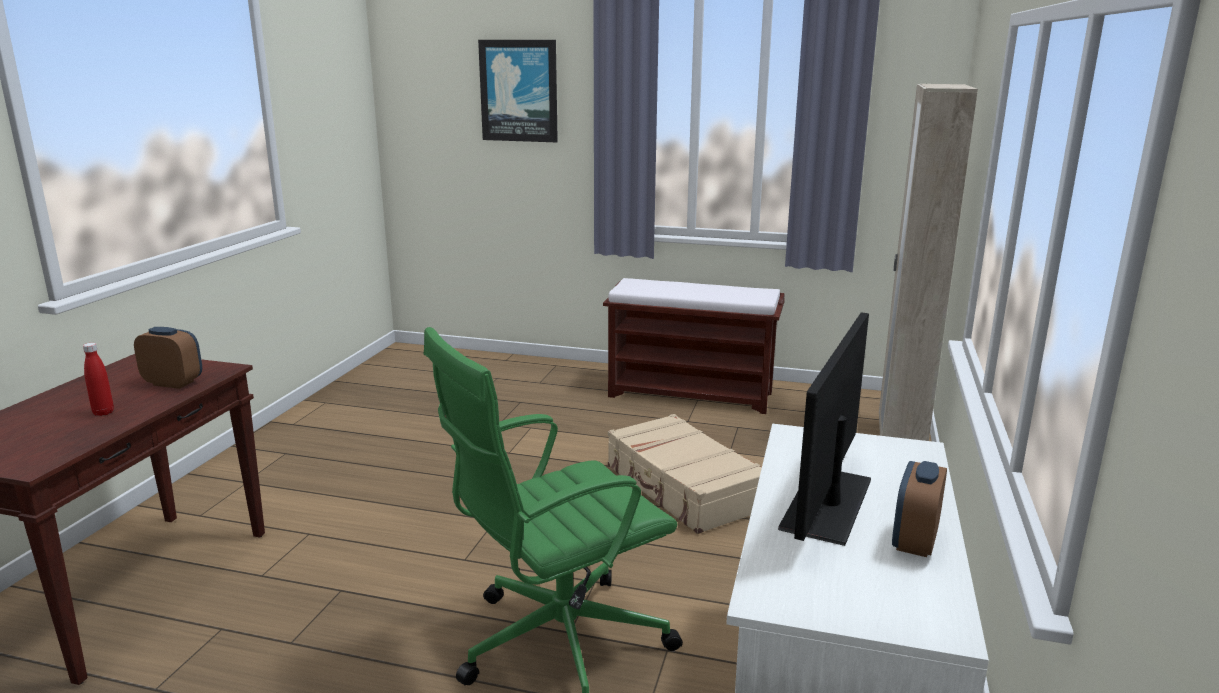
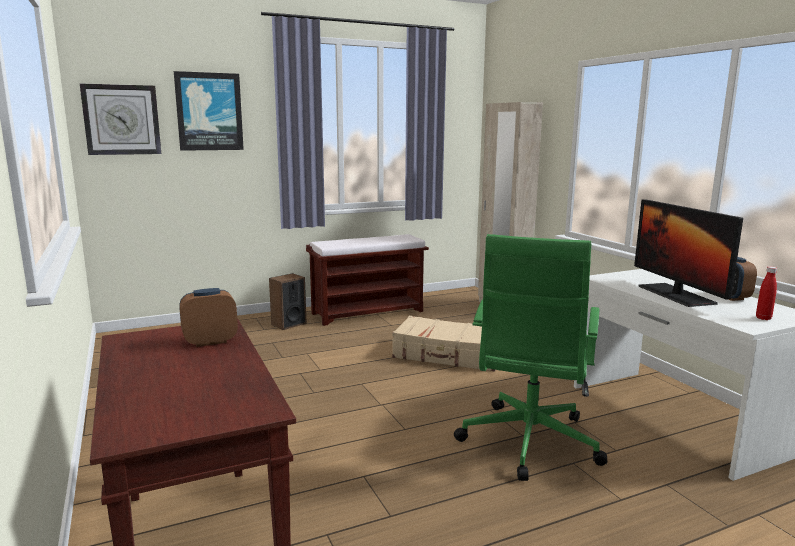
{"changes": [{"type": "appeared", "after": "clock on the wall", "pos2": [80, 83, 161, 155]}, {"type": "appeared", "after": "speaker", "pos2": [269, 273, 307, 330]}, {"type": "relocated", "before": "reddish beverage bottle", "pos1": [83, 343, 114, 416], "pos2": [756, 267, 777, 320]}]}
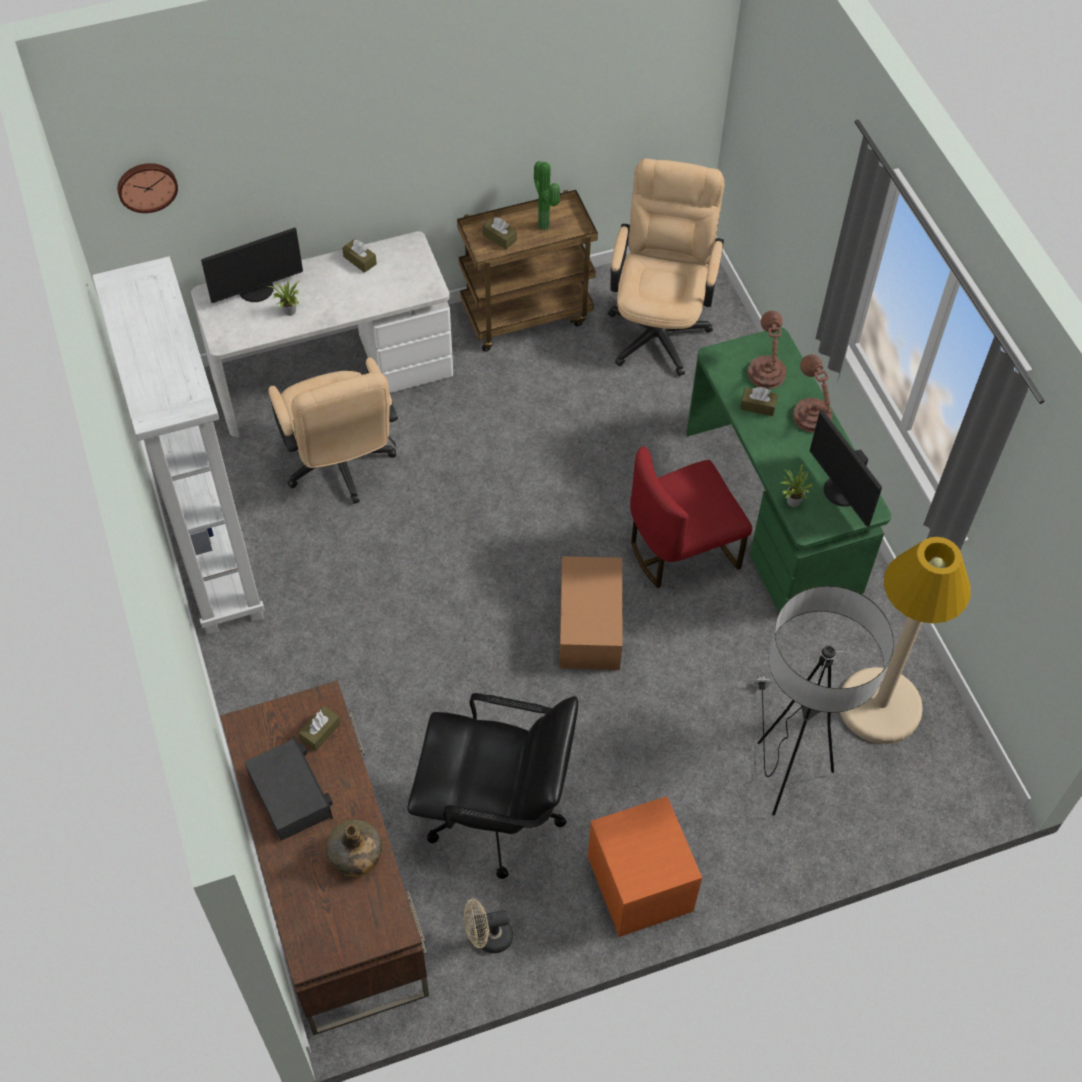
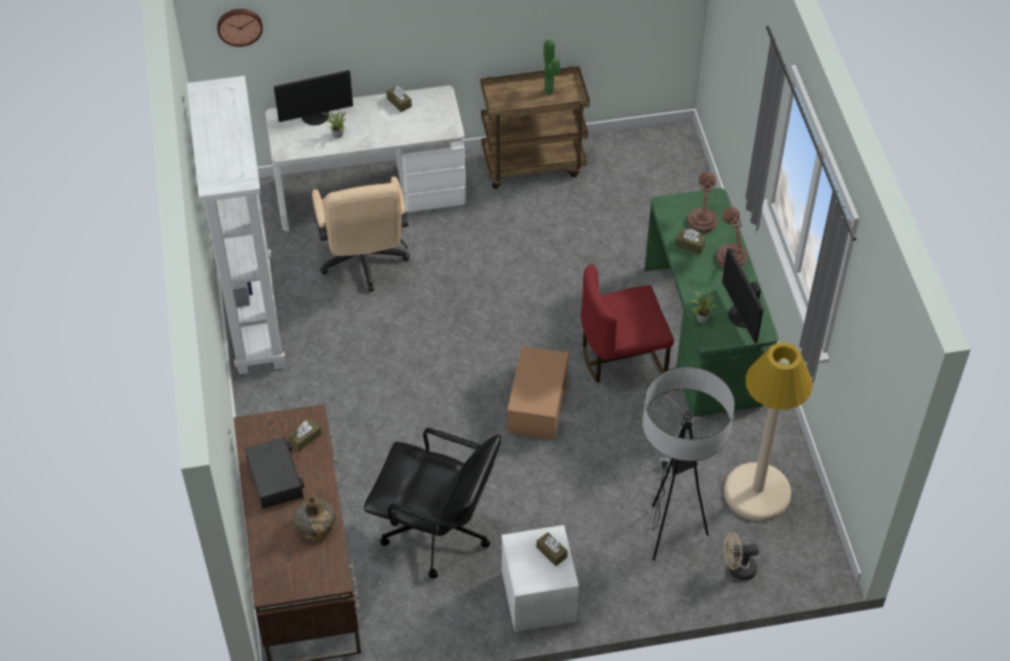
{"changes": [{"type": "colour", "before": "orange-coloured bedside table", "after": "white bedside table", "pos1": [588, 796, 702, 937], "pos2": [501, 525, 579, 632]}, {"type": "relocated", "before": "brown box of tissues", "pos1": [483, 217, 517, 250], "pos2": [536, 532, 568, 566]}, {"type": "relocated", "before": "beige electric fan", "pos1": [464, 899, 513, 953], "pos2": [724, 532, 759, 580]}, {"type": "missing", "before": "beige office chair", "pos1": [608, 158, 725, 376]}]}
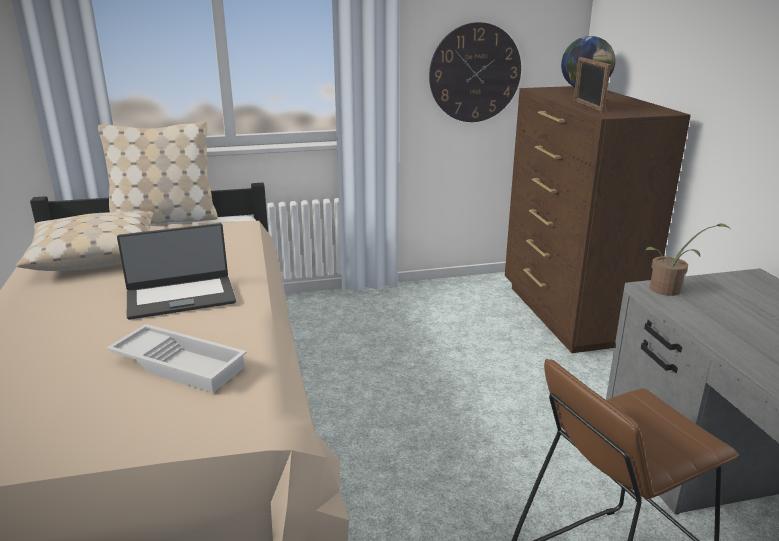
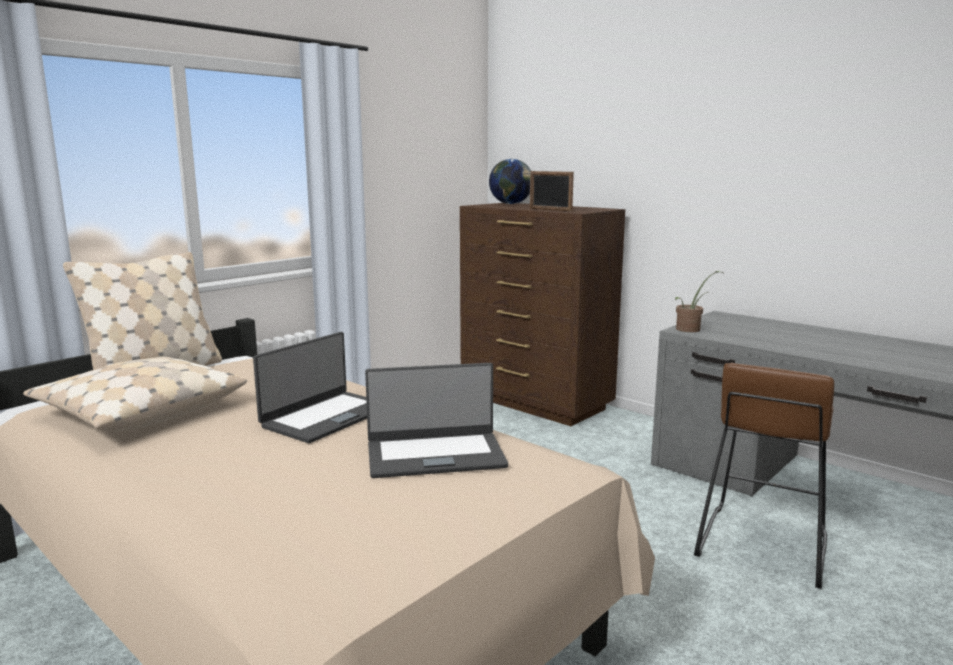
{"changes": [{"type": "exchanged", "before": "white serving tray", "after": "notebook computer", "pos1": [106, 324, 247, 393], "pos2": [365, 363, 508, 478]}, {"type": "missing", "before": "clock on the wall", "pos1": [429, 22, 521, 122]}]}
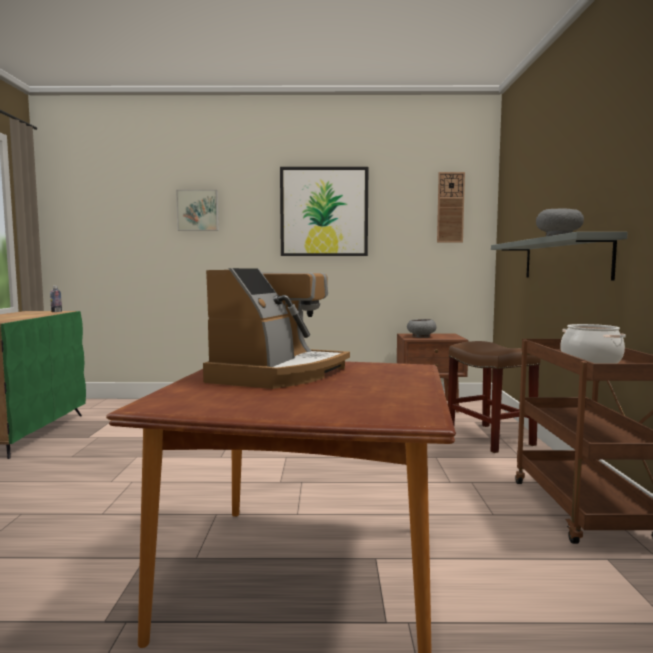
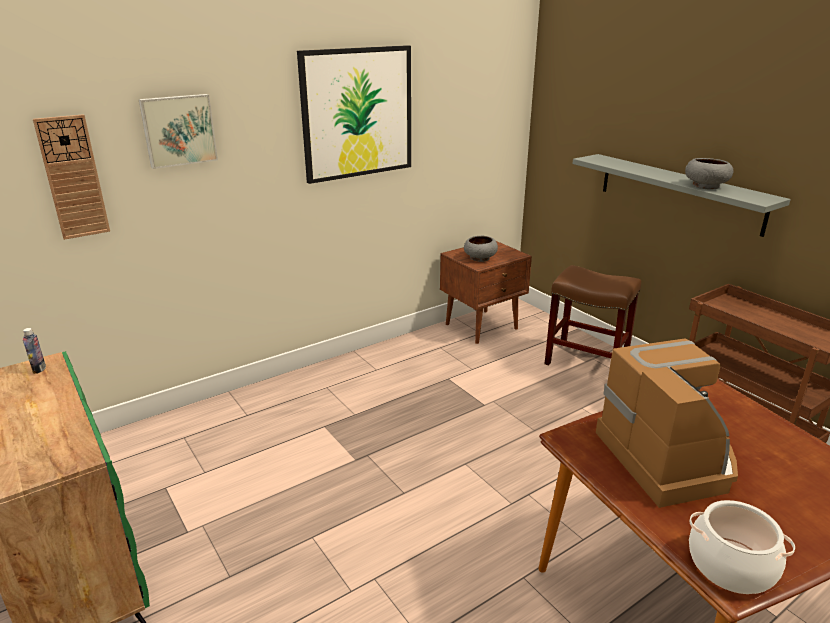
{"changes": [{"type": "relocated", "before": "clock on the wall", "pos1": [437, 172, 465, 242], "pos2": [33, 114, 110, 240]}, {"type": "relocated", "before": "saucepot", "pos1": [561, 324, 626, 363], "pos2": [689, 500, 795, 594]}]}
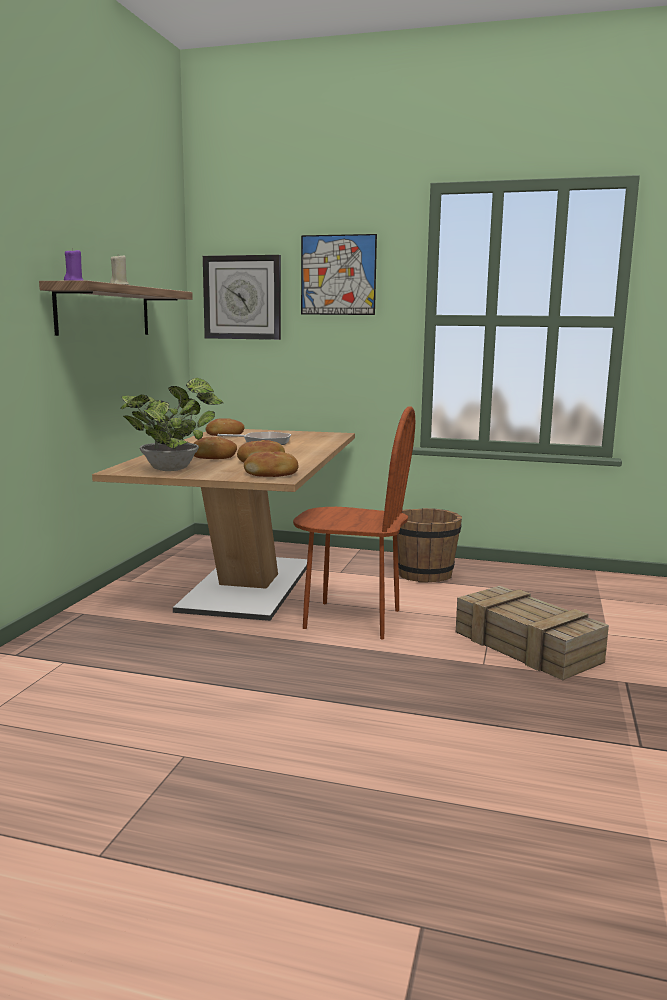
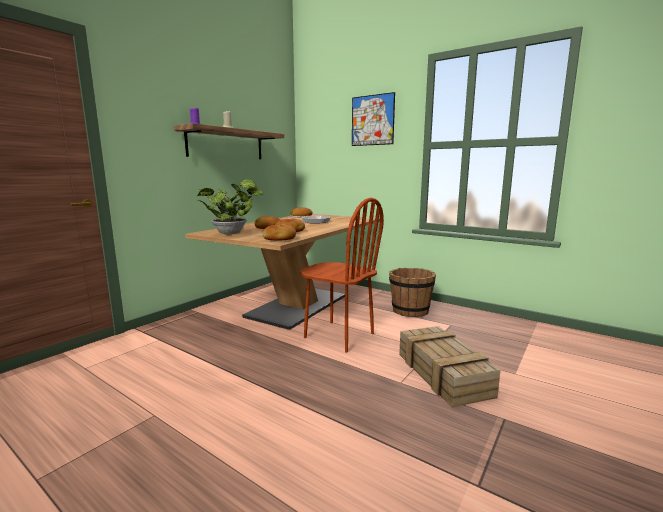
{"changes": [{"type": "missing", "before": "clock on the wall", "pos1": [203, 255, 281, 340]}]}
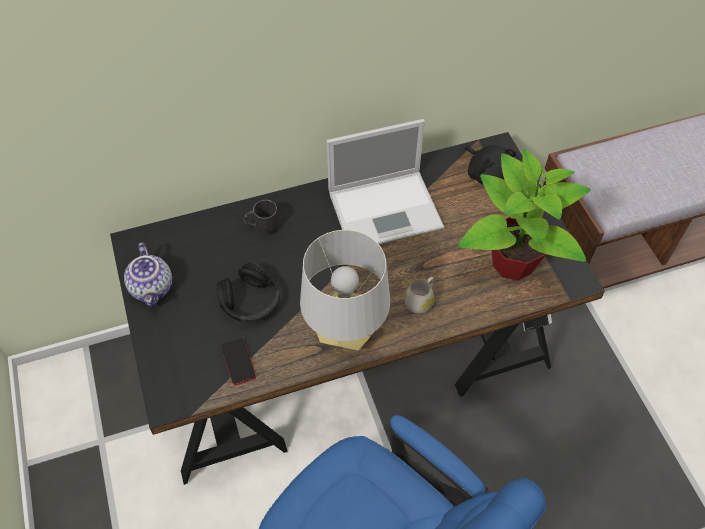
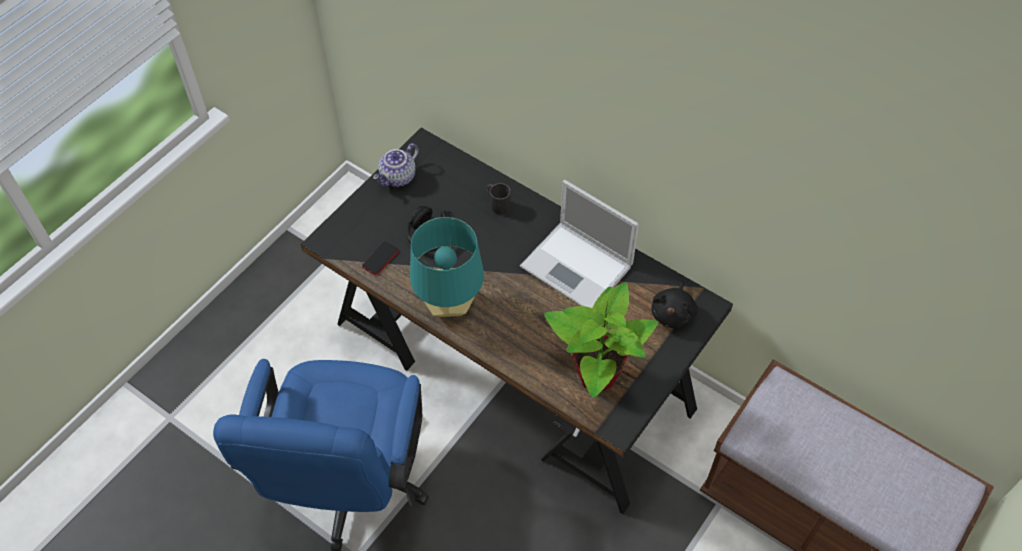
{"changes": [{"type": "colour", "before": "grey table lamp", "after": "turquoise-coloured table lamp", "pos1": [300, 230, 390, 350], "pos2": [410, 217, 484, 317]}, {"type": "missing", "before": "white mug", "pos1": [404, 277, 435, 314]}]}
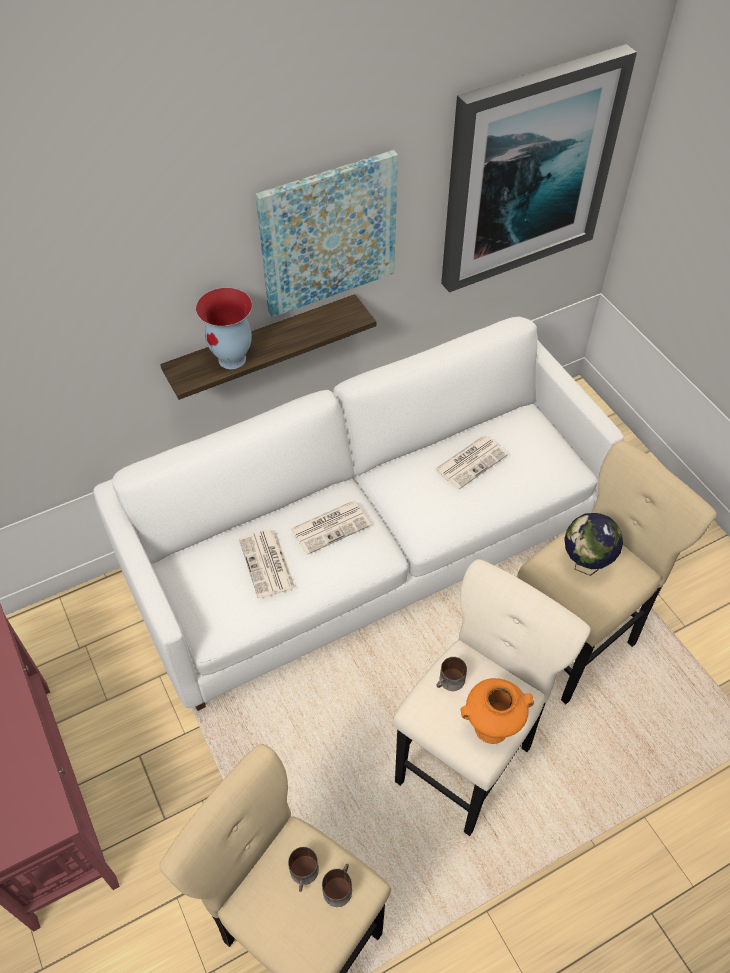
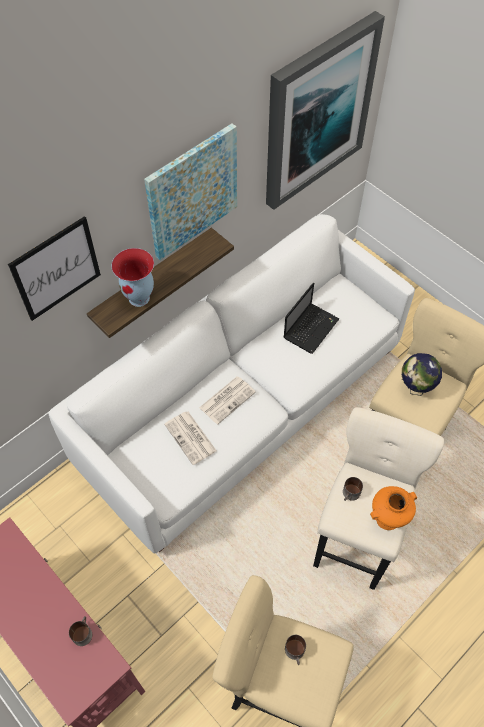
{"changes": [{"type": "appeared", "after": "picture", "pos2": [8, 216, 101, 321]}, {"type": "relocated", "before": "mug", "pos1": [322, 864, 352, 907], "pos2": [69, 616, 92, 646]}, {"type": "exchanged", "before": "daily paper", "after": "notebook computer", "pos1": [435, 436, 508, 490], "pos2": [284, 283, 339, 354]}]}
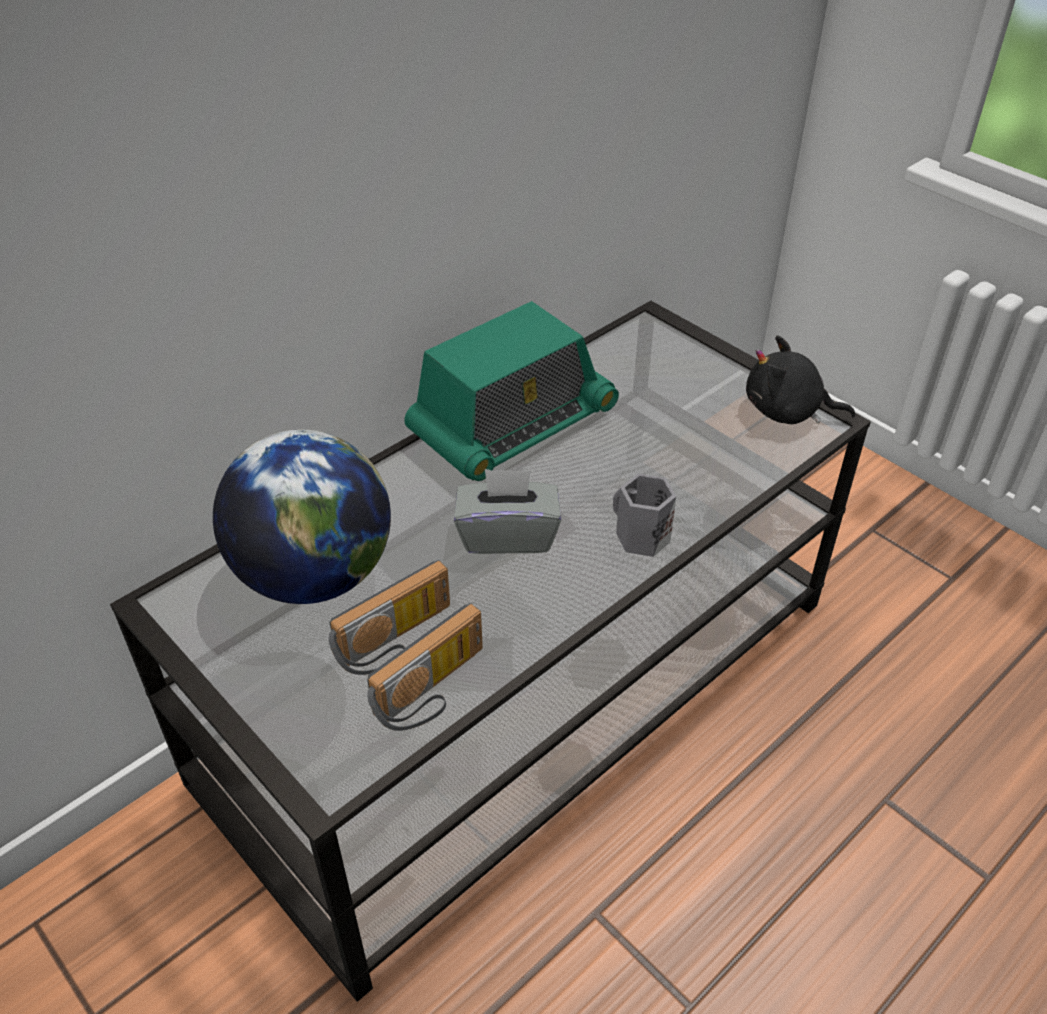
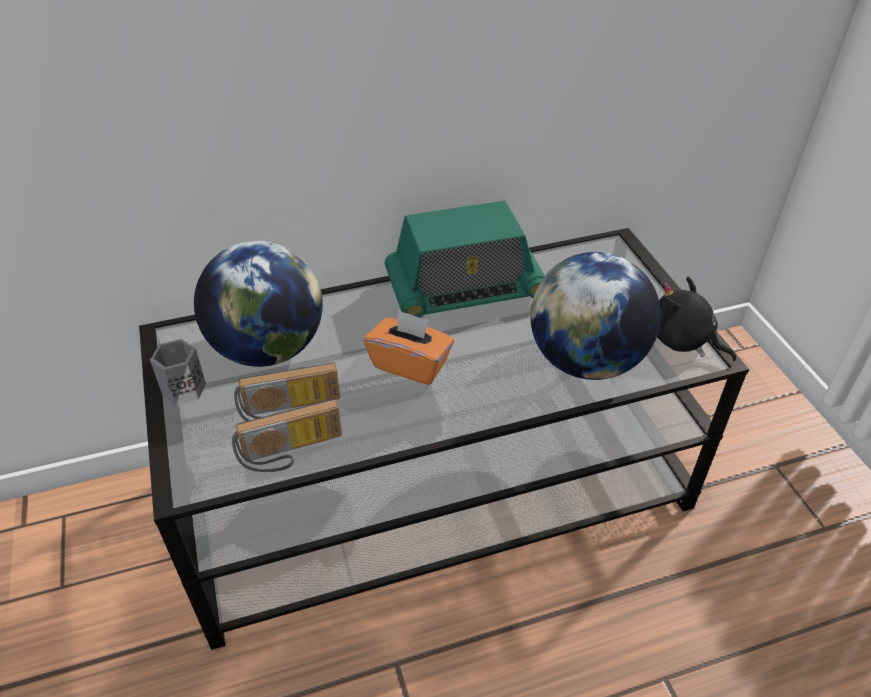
{"changes": [{"type": "relocated", "before": "grey mug", "pos1": [613, 474, 677, 557], "pos2": [150, 339, 206, 405]}, {"type": "colour", "before": "grey box of tissues", "after": "orange-coloured box of tissues", "pos1": [454, 469, 561, 554], "pos2": [364, 309, 454, 385]}, {"type": "appeared", "after": "desk globe", "pos2": [530, 252, 661, 380]}]}
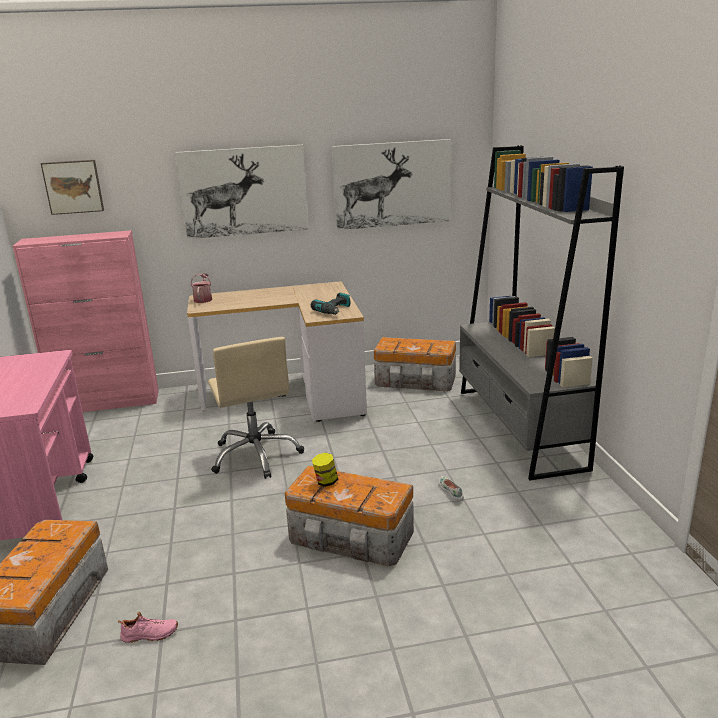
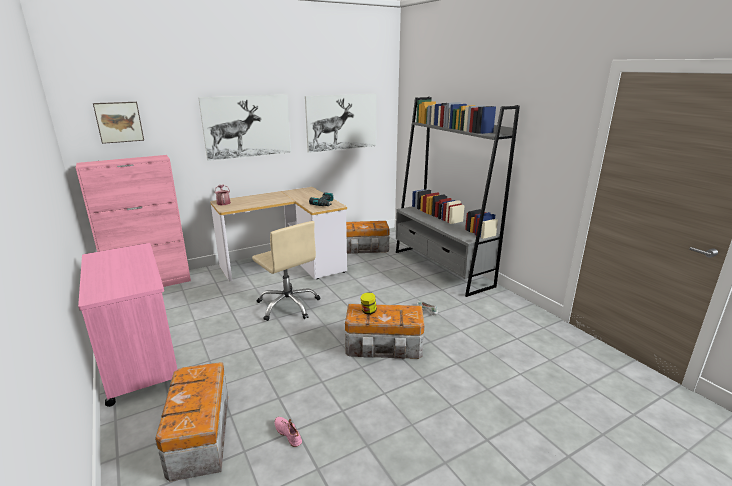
{"changes": [{"type": "spun", "before": "pink-coloured shoe", "pos1": [118, 612, 178, 643], "pos2": [275, 417, 302, 447], "turn": -105}]}
